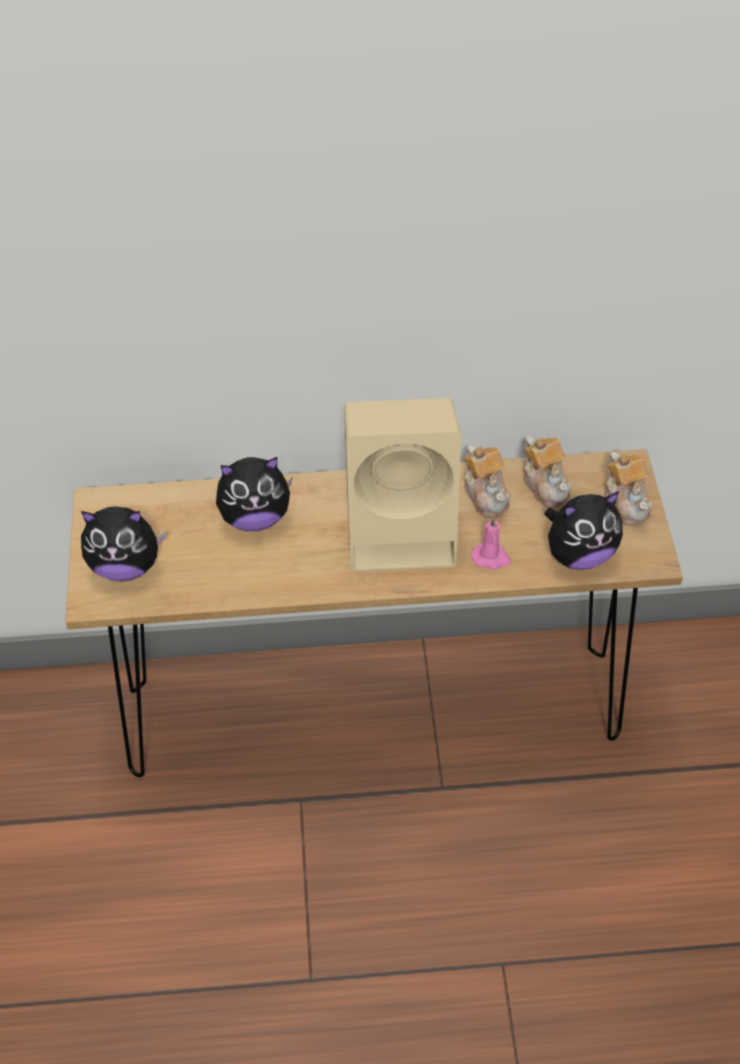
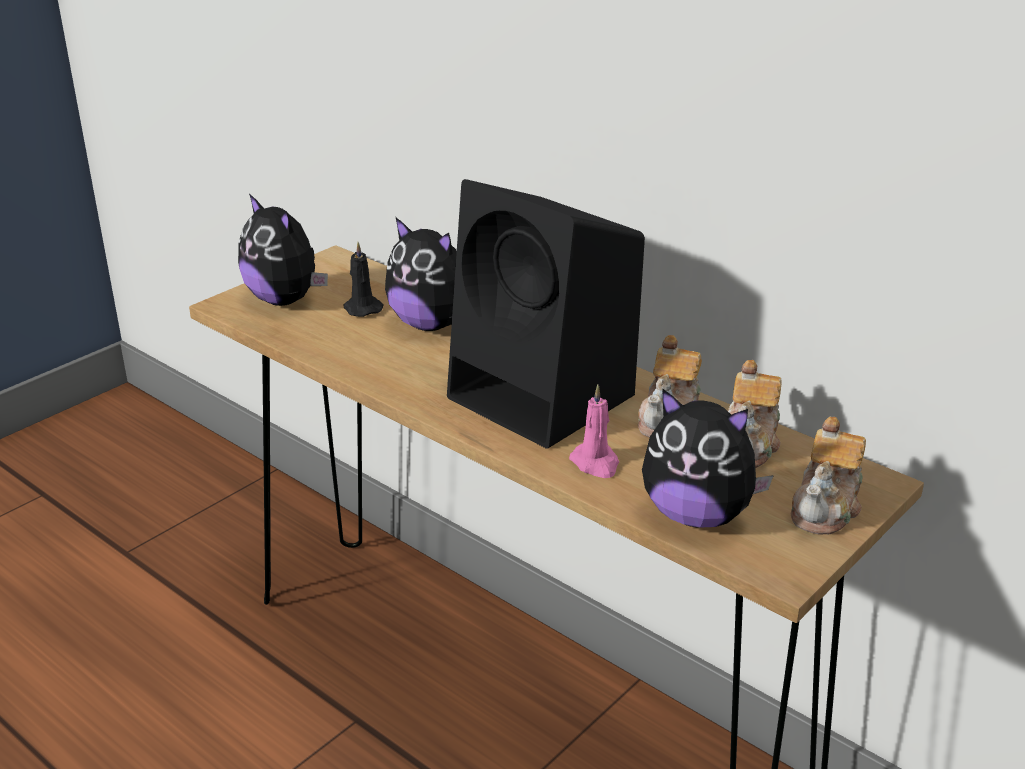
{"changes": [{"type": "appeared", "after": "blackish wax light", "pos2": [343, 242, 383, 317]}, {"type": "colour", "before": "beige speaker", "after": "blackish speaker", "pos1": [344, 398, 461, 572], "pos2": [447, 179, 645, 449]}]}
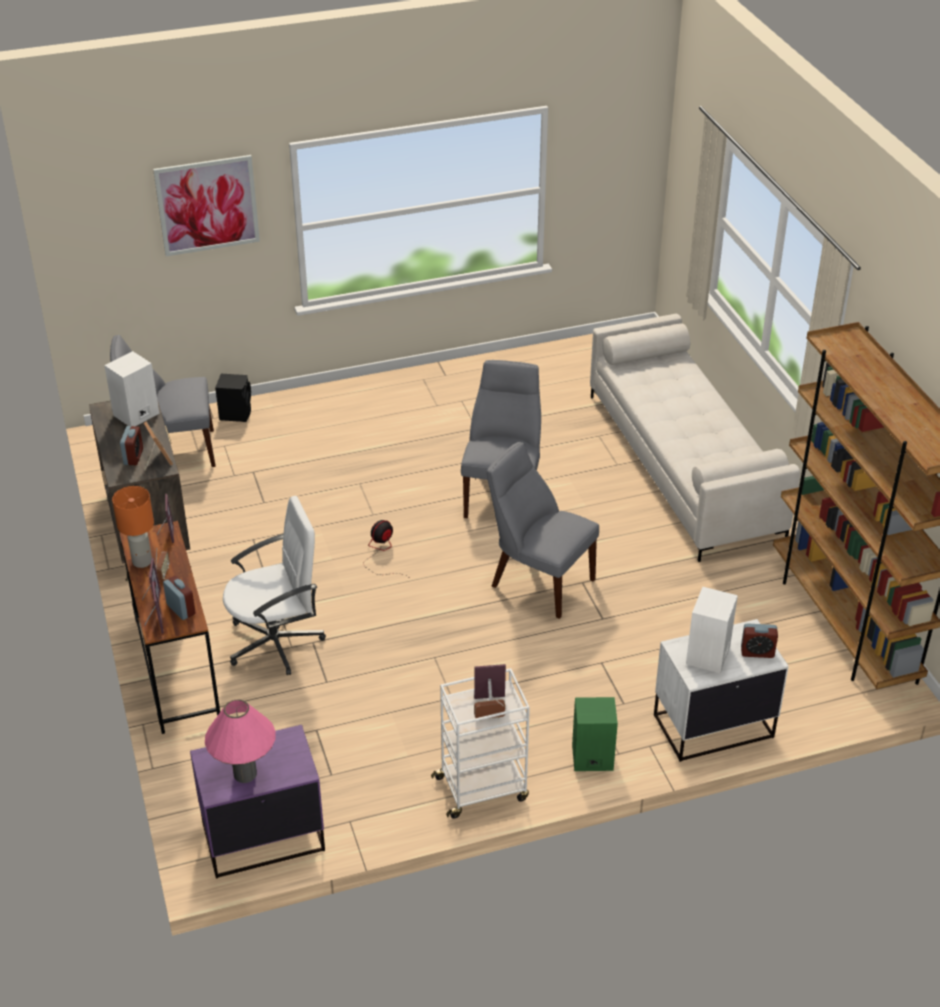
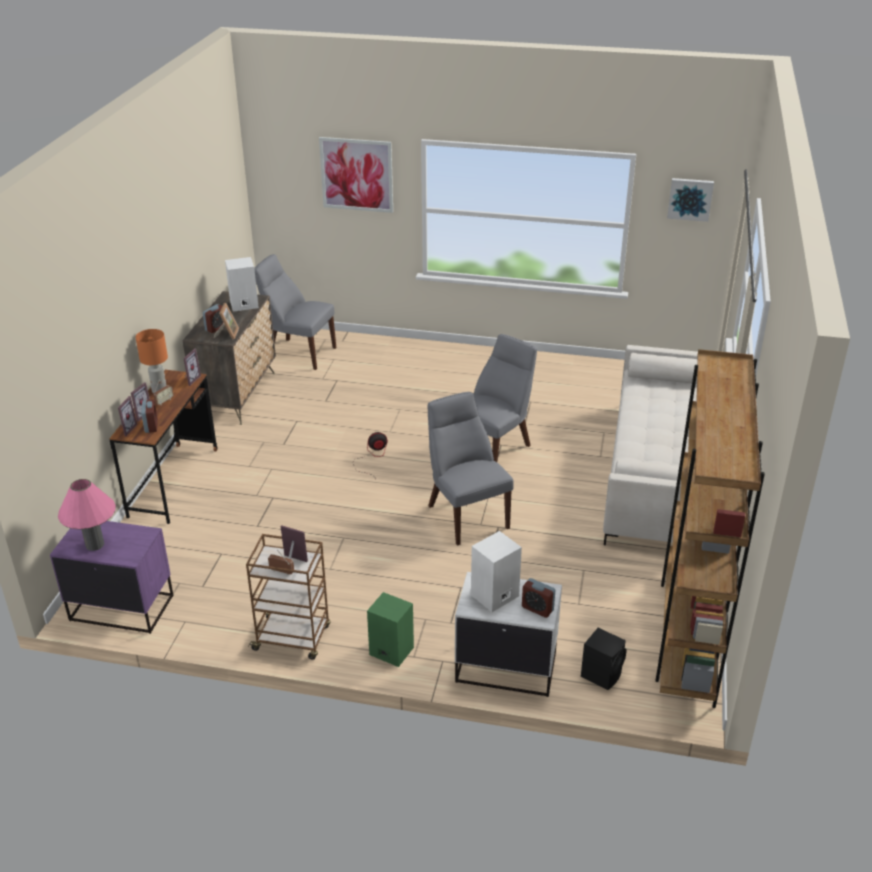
{"changes": [{"type": "colour", "before": "white trolley", "after": "brown trolley", "pos1": [431, 668, 530, 819], "pos2": [246, 534, 331, 660]}, {"type": "relocated", "before": "blackish speaker", "pos1": [215, 374, 251, 422], "pos2": [581, 628, 627, 690]}, {"type": "appeared", "after": "picture", "pos2": [667, 178, 714, 222]}, {"type": "missing", "before": "white office chair", "pos1": [223, 496, 326, 675]}]}
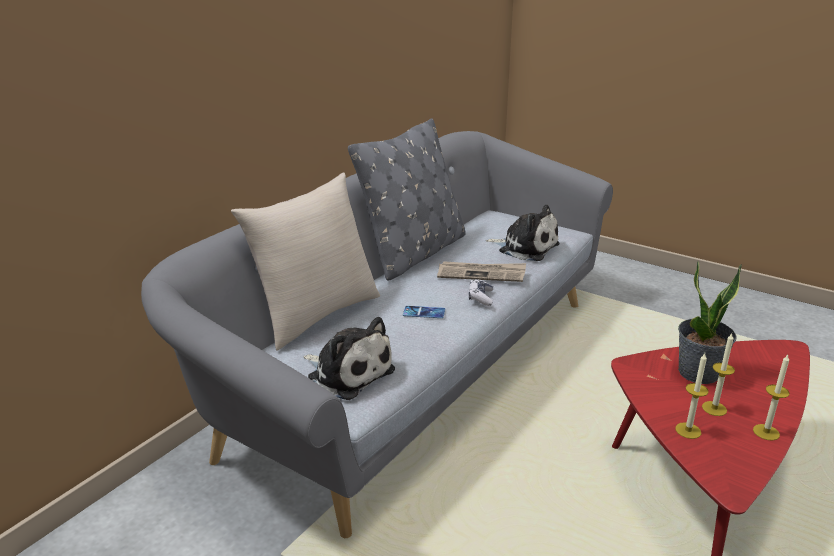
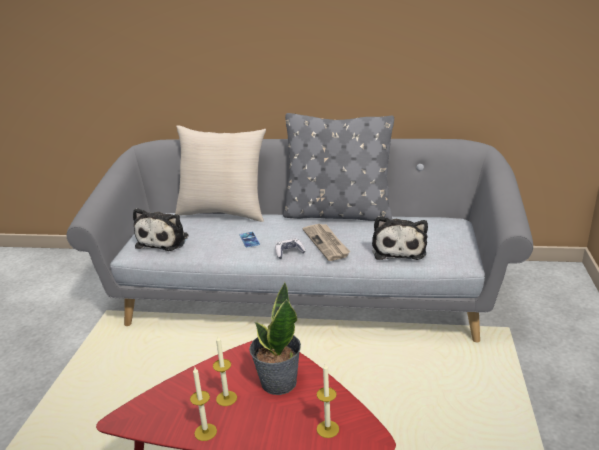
{"changes": [{"type": "relocated", "before": "wax light", "pos1": [675, 353, 709, 439], "pos2": [317, 362, 339, 438]}]}
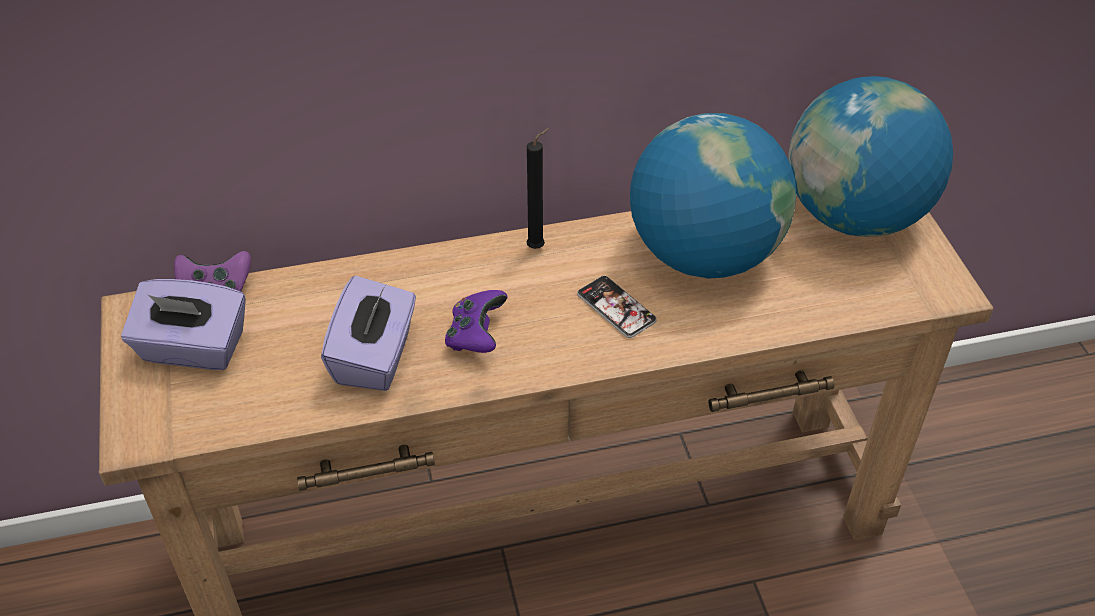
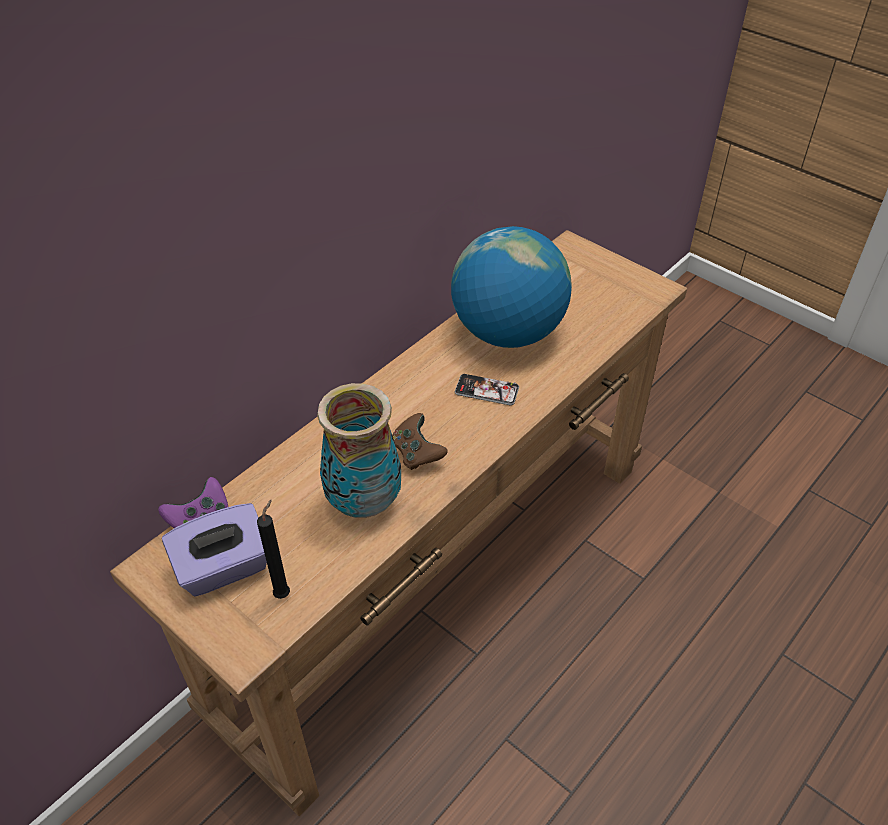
{"changes": [{"type": "relocated", "before": "blackish wax light", "pos1": [527, 128, 549, 249], "pos2": [257, 499, 290, 599]}, {"type": "exchanged", "before": "purple box of tissues", "after": "flower vase", "pos1": [321, 276, 416, 391], "pos2": [317, 383, 401, 518]}, {"type": "colour", "before": "purple game controller", "after": "brown game controller", "pos1": [445, 290, 508, 353], "pos2": [392, 413, 448, 470]}, {"type": "missing", "before": "desk globe", "pos1": [788, 76, 953, 237]}]}
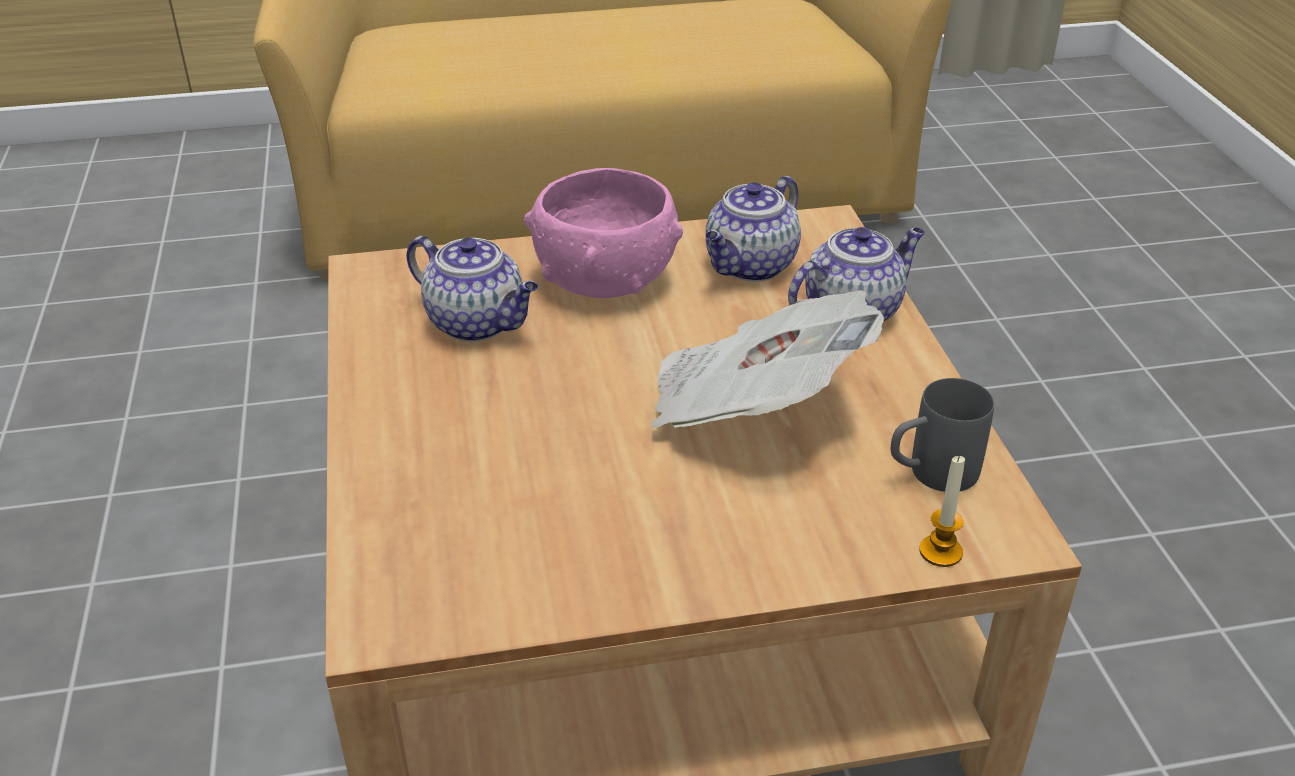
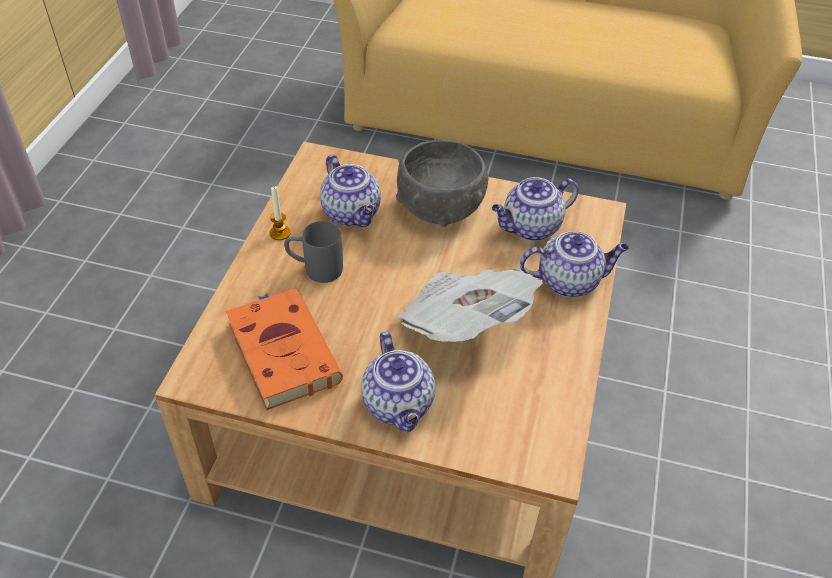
{"changes": [{"type": "appeared", "after": "orange-coloured bound book", "pos2": [226, 289, 343, 410]}, {"type": "relocated", "before": "wax light", "pos1": [919, 455, 965, 567], "pos2": [270, 186, 291, 240]}, {"type": "relocated", "before": "grey mug", "pos1": [890, 378, 994, 492], "pos2": [284, 221, 343, 283]}, {"type": "appeared", "after": "pot for tea", "pos2": [361, 331, 436, 432]}, {"type": "colour", "before": "pink-coloured deep dish", "after": "grey deep dish", "pos1": [524, 168, 683, 298], "pos2": [396, 139, 488, 227]}]}
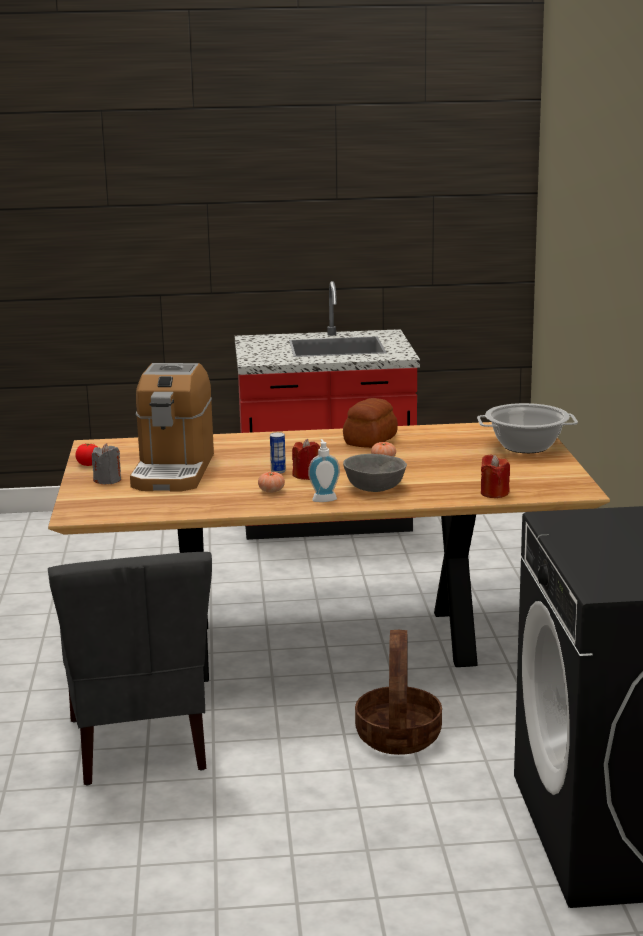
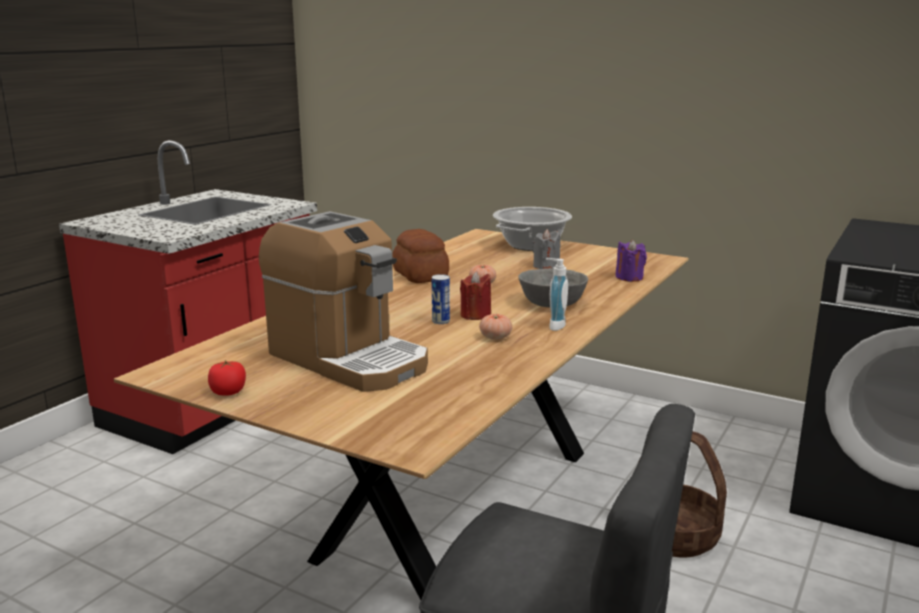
{"changes": [{"type": "relocated", "before": "grey wax light", "pos1": [92, 443, 121, 484], "pos2": [532, 229, 560, 269]}, {"type": "colour", "before": "reddish wax light", "after": "purple wax light", "pos1": [481, 455, 510, 498], "pos2": [615, 240, 647, 282]}]}
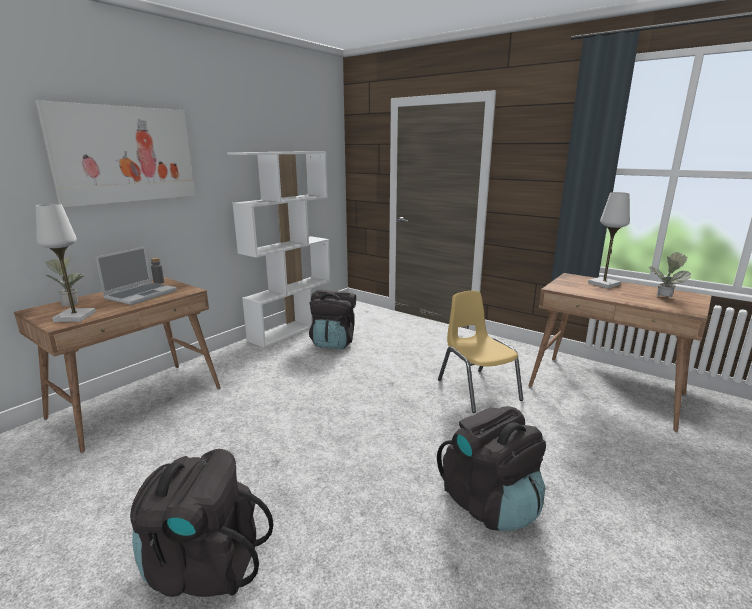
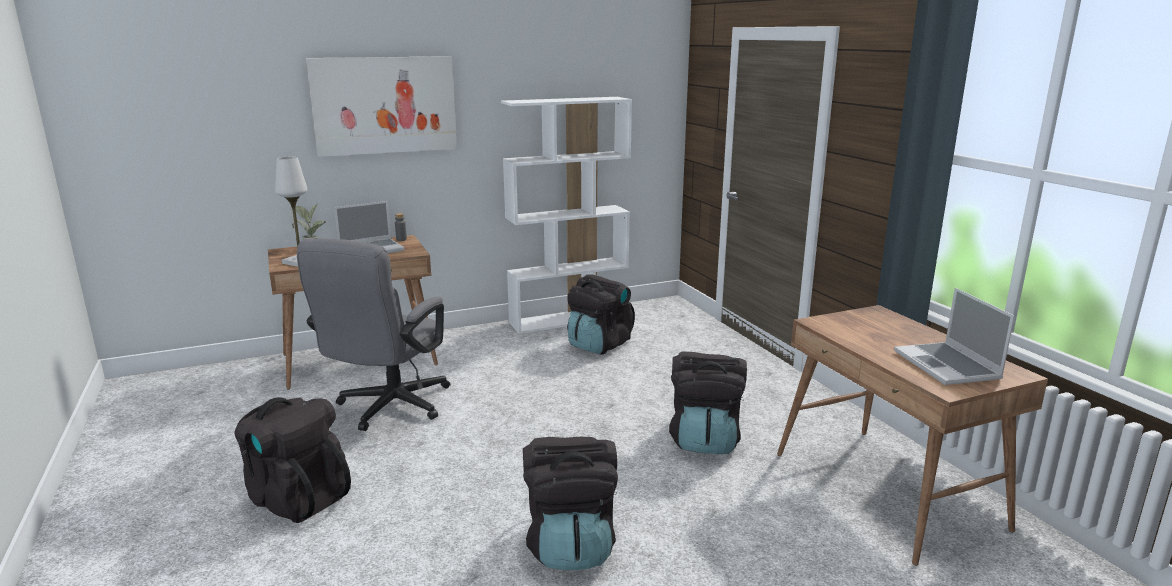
{"changes": [{"type": "appeared", "after": "grey office chair", "pos2": [297, 238, 450, 431]}, {"type": "exchanged", "before": "yellow chair", "after": "blackish knapsack", "pos1": [438, 291, 523, 413], "pos2": [669, 351, 747, 454]}, {"type": "exchanged", "before": "plant in a pot", "after": "notebook computer", "pos1": [648, 252, 691, 298], "pos2": [894, 288, 1015, 385]}, {"type": "missing", "before": "white table lamp", "pos1": [588, 192, 630, 289]}]}
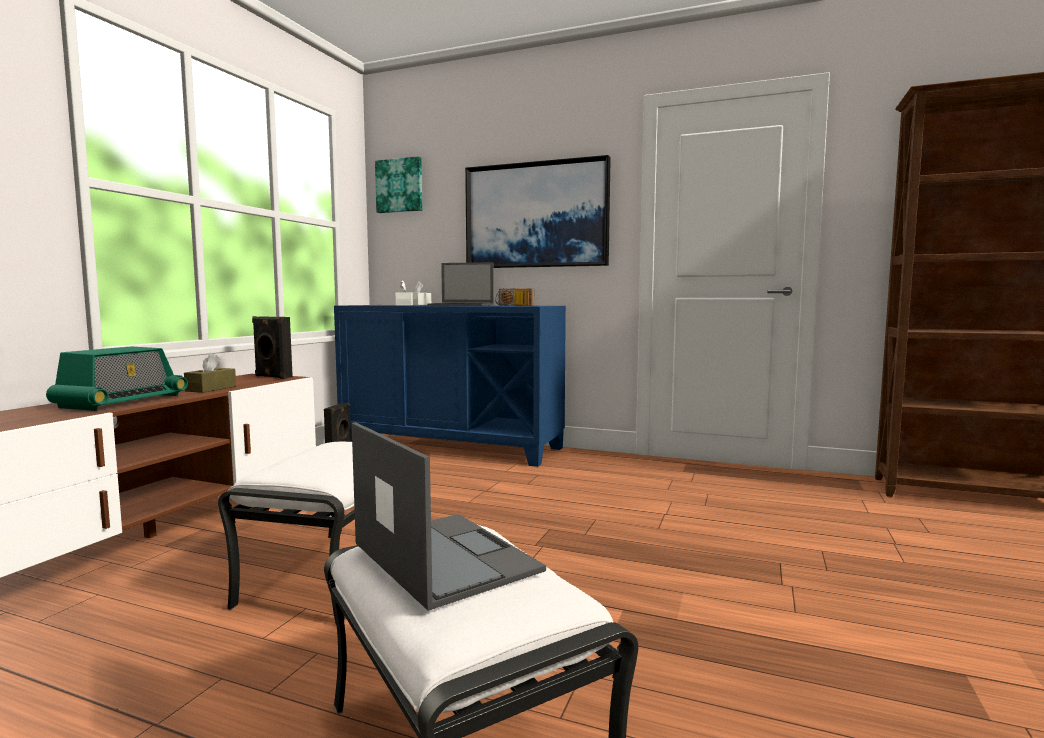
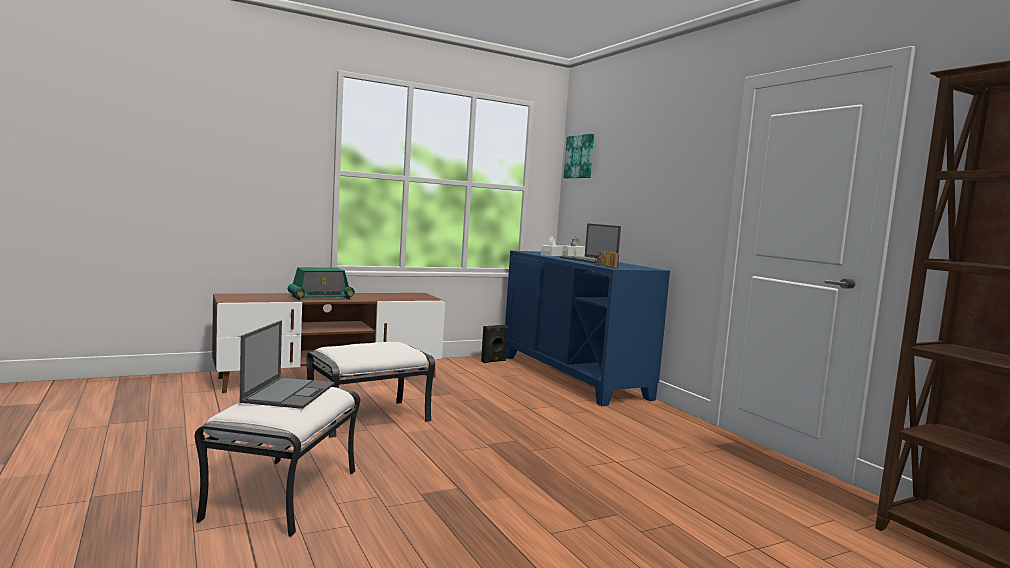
{"changes": [{"type": "missing", "before": "brown box of tissues", "pos1": [184, 353, 236, 393]}, {"type": "missing", "before": "blackish speaker", "pos1": [252, 316, 293, 379]}, {"type": "missing", "before": "picture", "pos1": [465, 155, 611, 268]}]}
